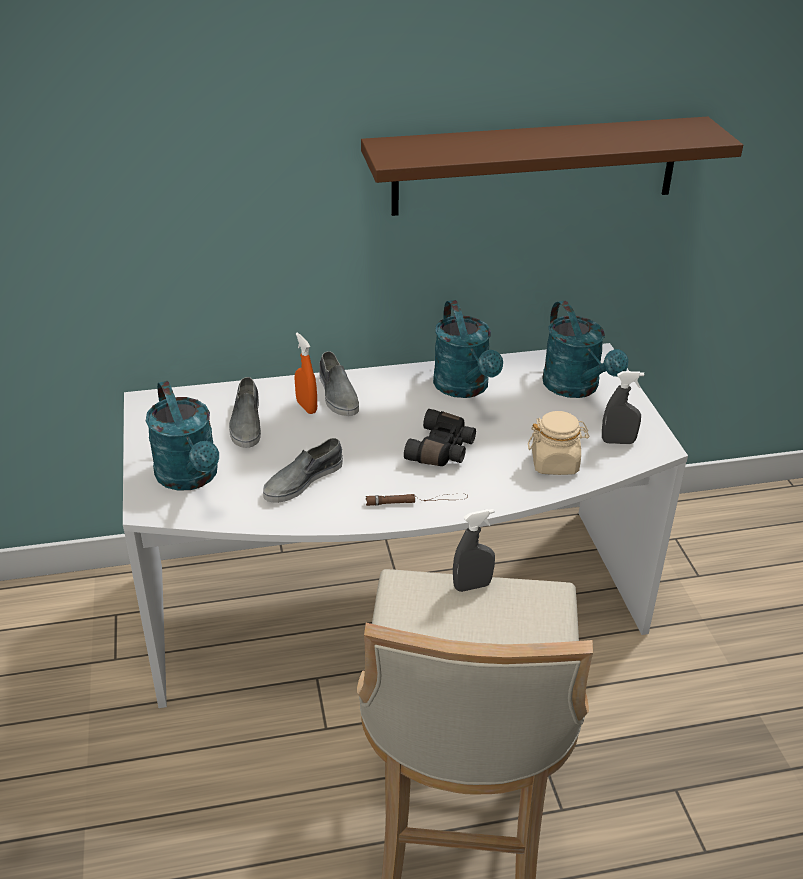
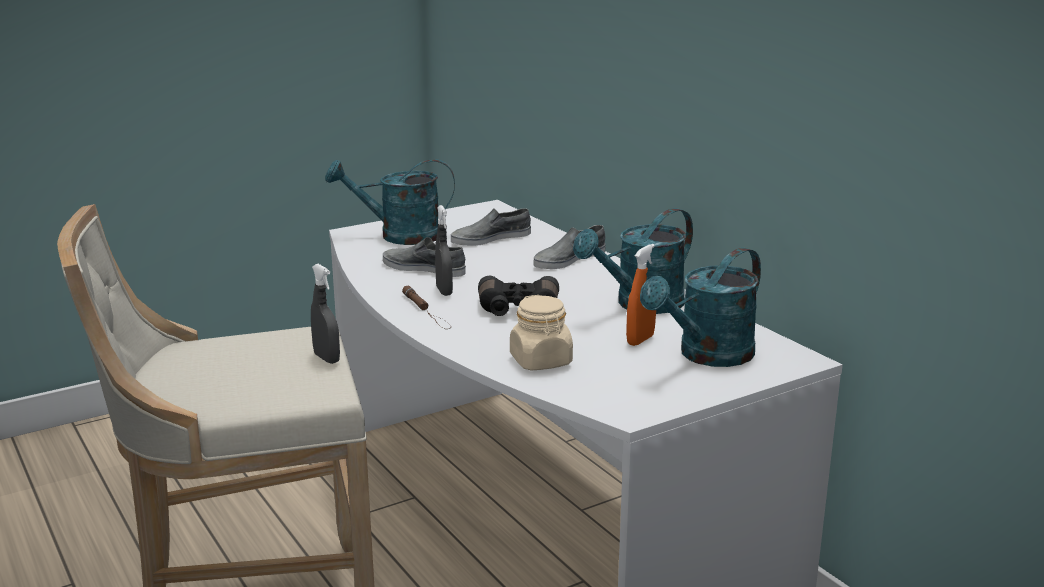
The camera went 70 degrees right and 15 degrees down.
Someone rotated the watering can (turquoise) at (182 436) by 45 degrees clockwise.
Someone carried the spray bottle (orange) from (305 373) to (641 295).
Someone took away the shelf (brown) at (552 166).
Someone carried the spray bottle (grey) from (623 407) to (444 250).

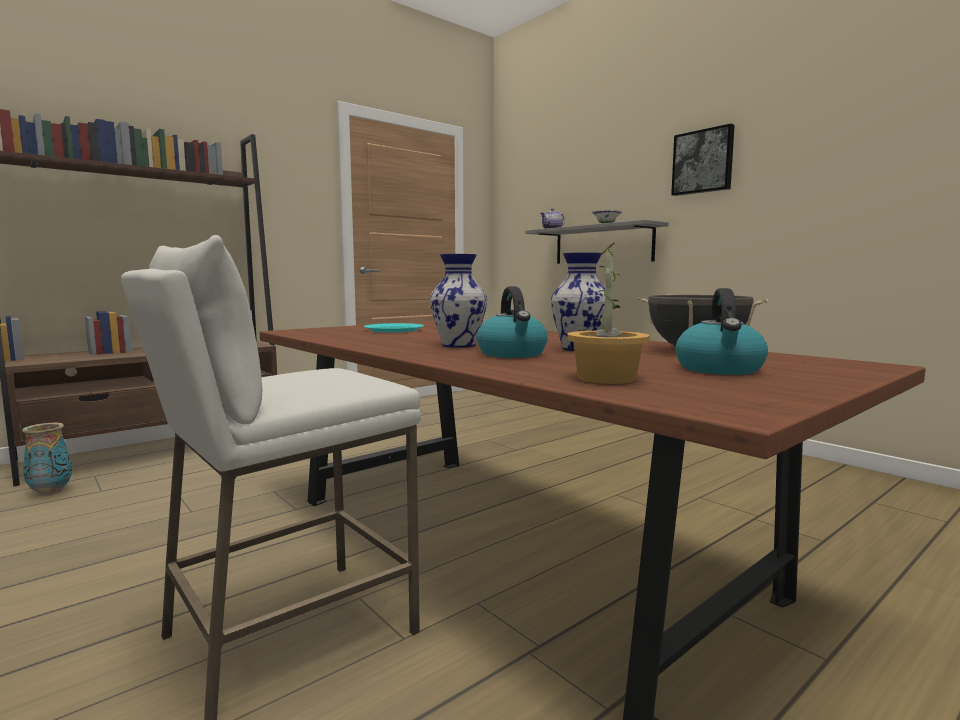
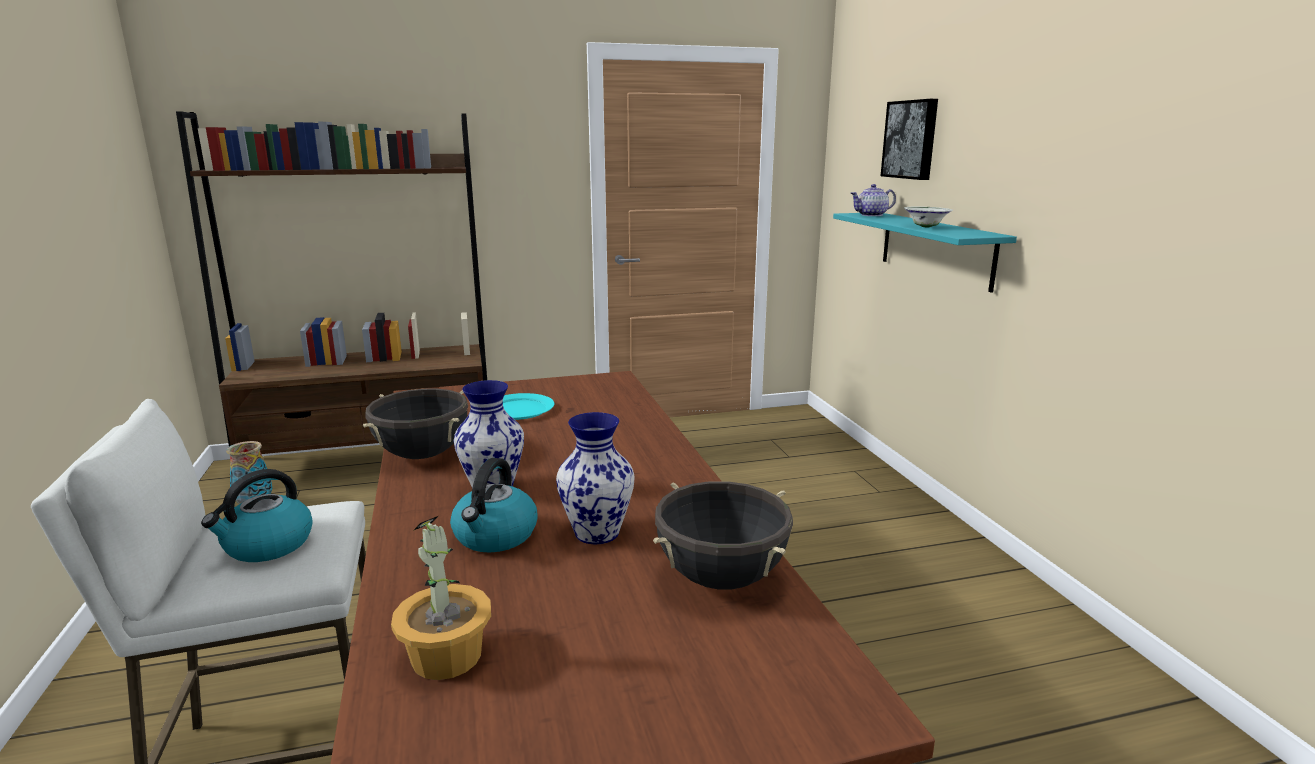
The camera went 25 degrees right and 10 degrees up.
Someone repainted the shelf (grey) at (597 242), which became the shelf (turquoise) at (925 253).
Someone carried the picture from (703 160) to (909 139).
Someone carried the kettle from (722 331) to (257 515).
Someone put down the cooking pot (black) at (415 424).

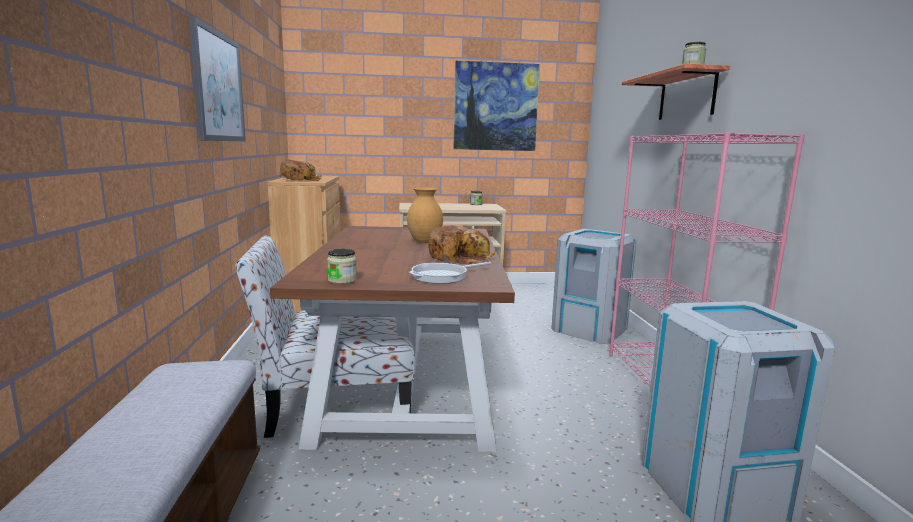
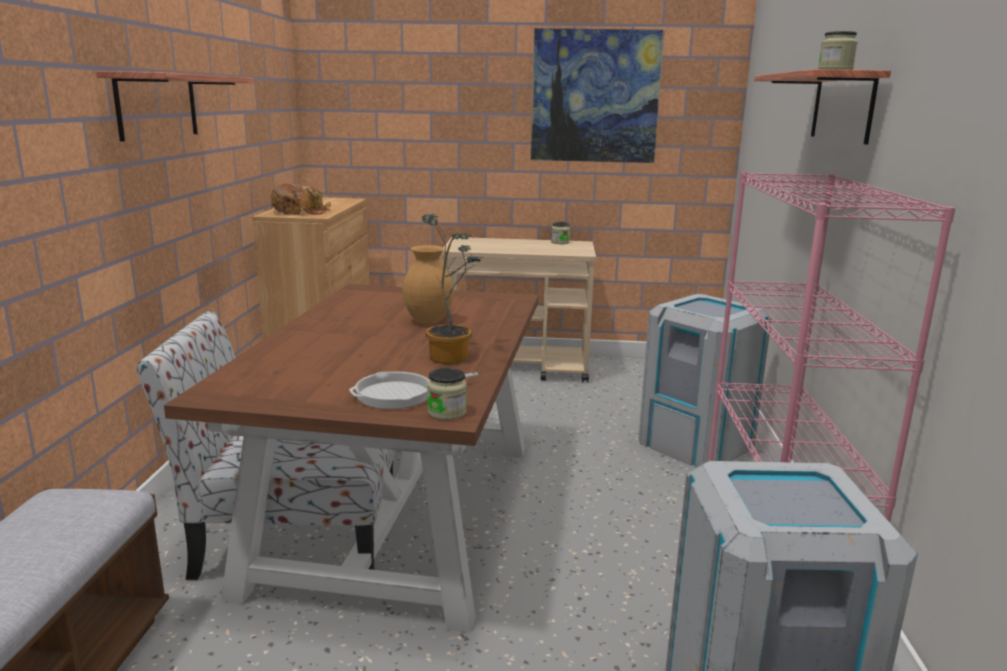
The camera went 10 degrees right and 5 degrees up.
Someone swapped the picture at (217 79) for the shelf at (175 106).
Someone carried the jar from (342 266) to (447 394).
Someone swapped the bread at (462 244) for the potted plant at (452 289).

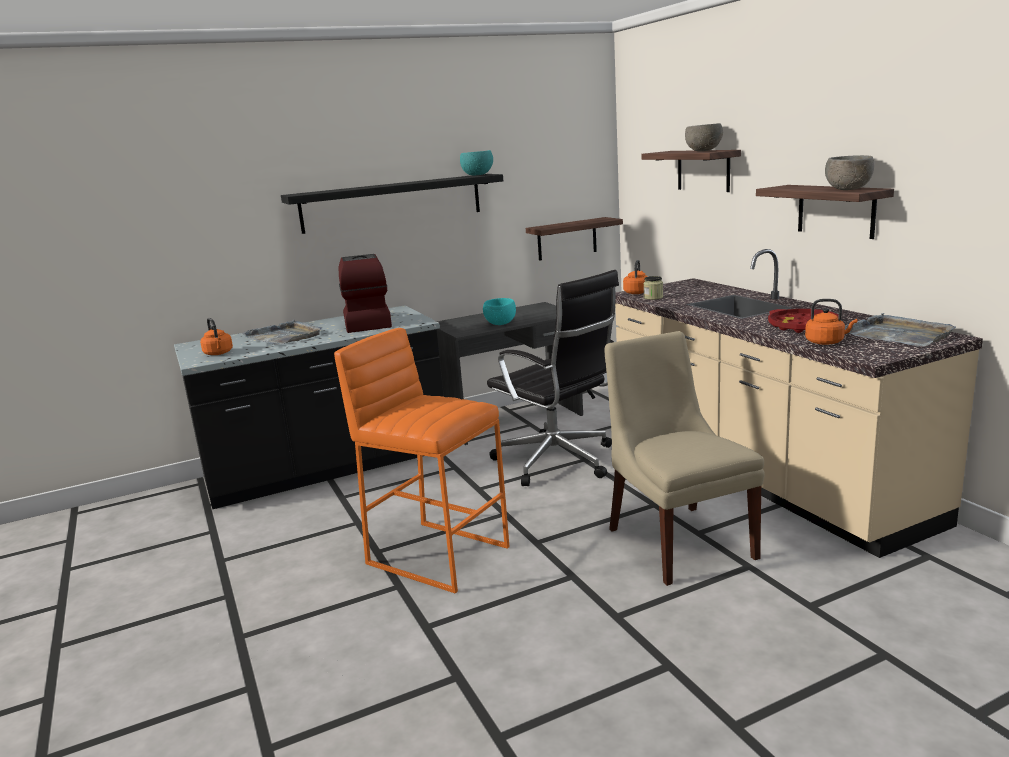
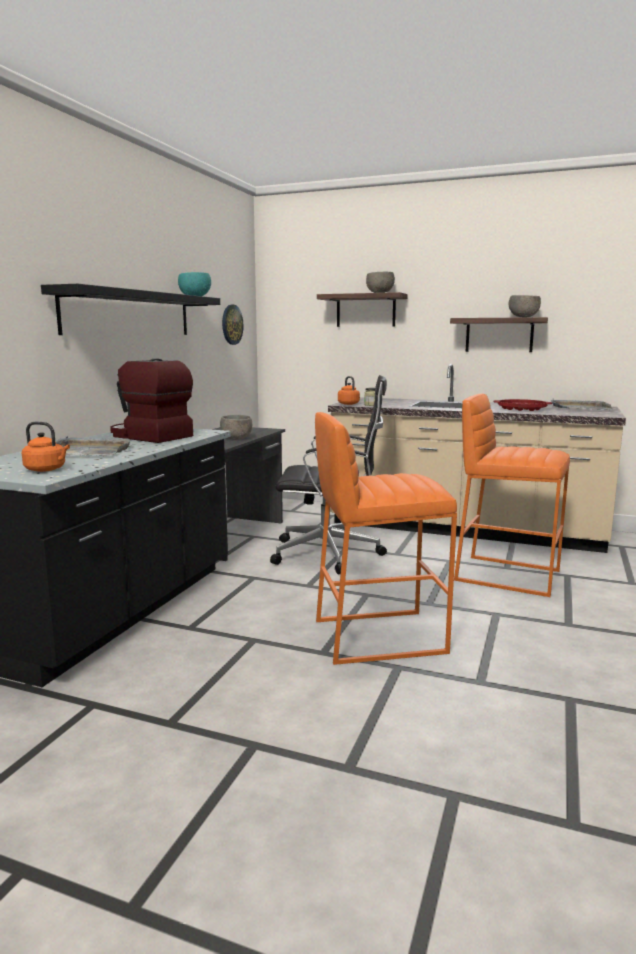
The camera went 45 degrees left and 5 degrees down.
Someone repainted the bowl (turquoise) at (499 311), which became the bowl (grey) at (236 427).
Someone took away the shelf at (574 239).
Someone swapped the chair (beige) at (685 458) for the stool (orange) at (512 495).
Someone took away the kettle (orange) at (831 322).
Someone put up the wall clock at (233 325).

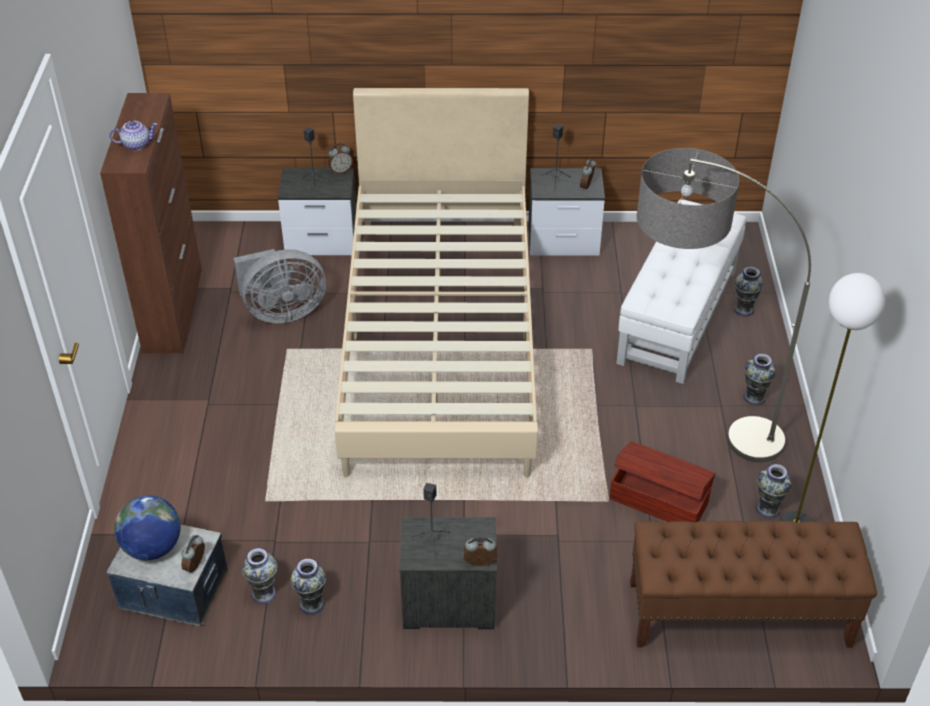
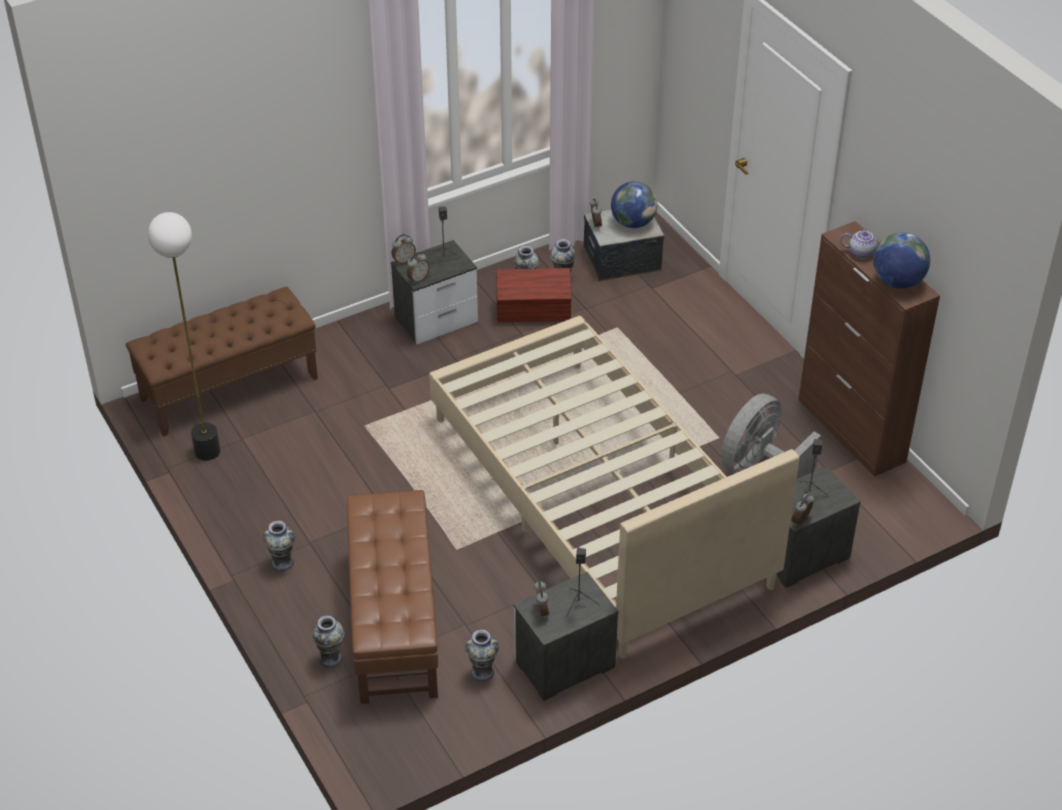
The camera went 150 degrees right and 0 degrees up.
Someone rotated the teapot at (133 136) by 120 degrees counterclockwise.
Someone carried the storage box (brown) from (662 481) to (534 295).
Someone repainted the ottoman (white) at (681 291), which became the ottoman (brown) at (392 597).
Someone took away the floor lamp at (724 305).
Someone carried the vase from (773 491) to (482 655).
Someone put down the alarm clock at (418 268).
Someone put down the globe at (901 261).

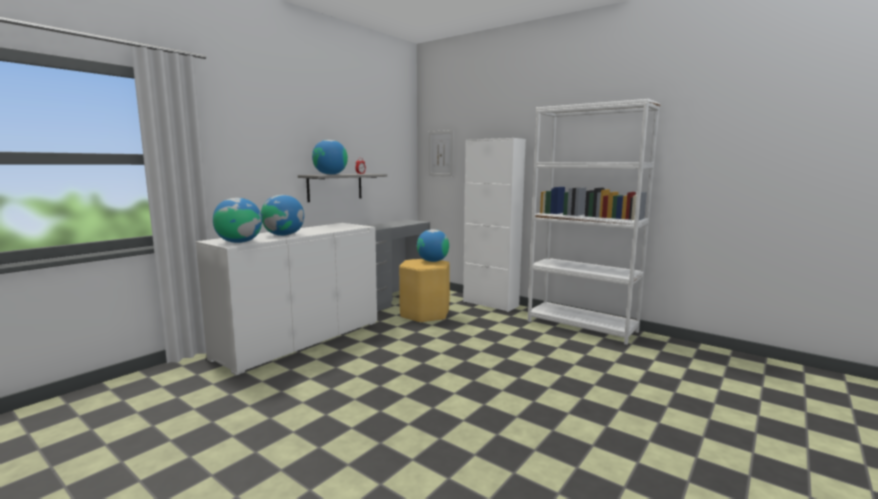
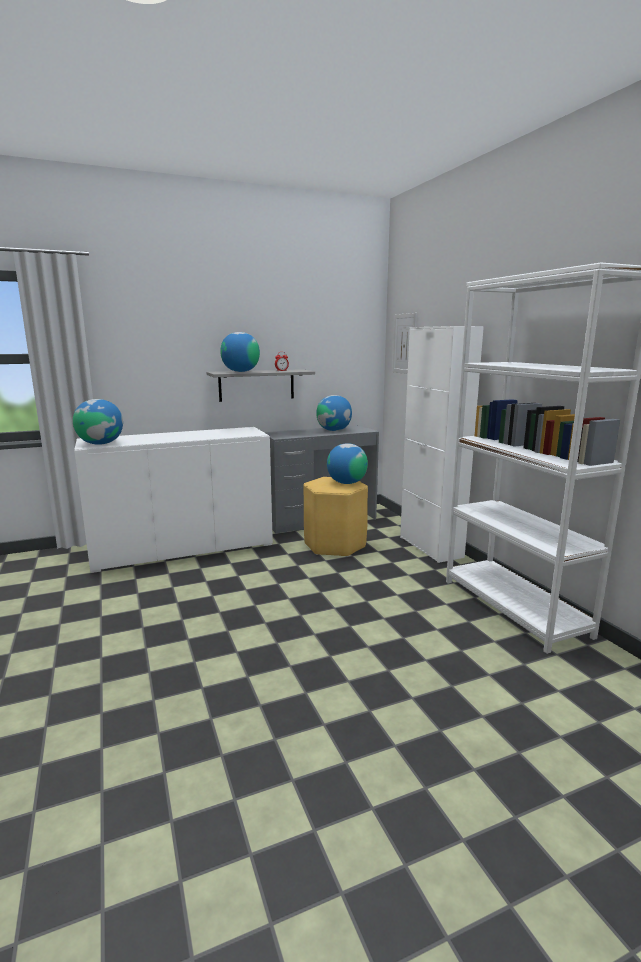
The camera went 30 degrees right and 5 degrees up.
Someone carried the globe from (282 215) to (334 413).

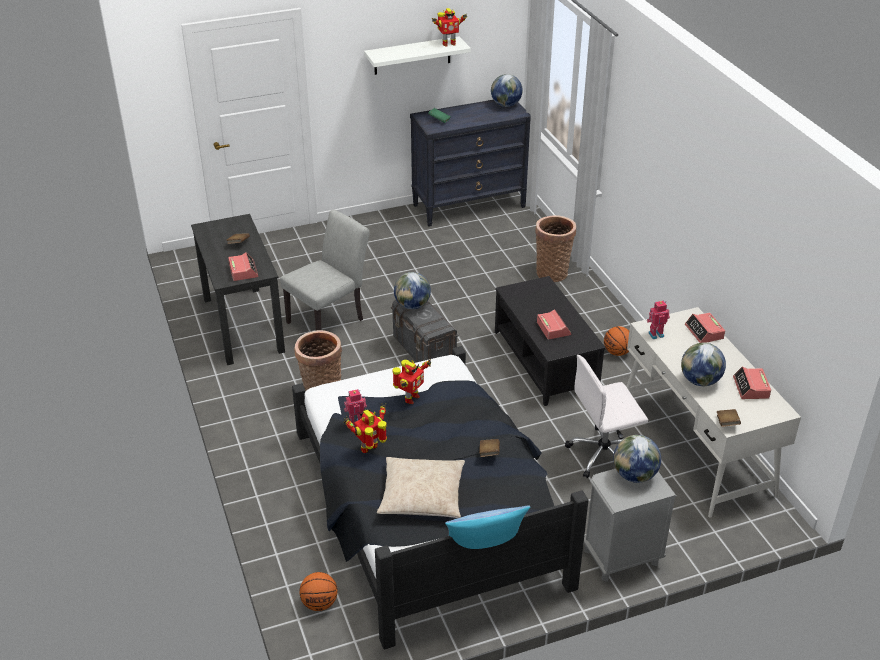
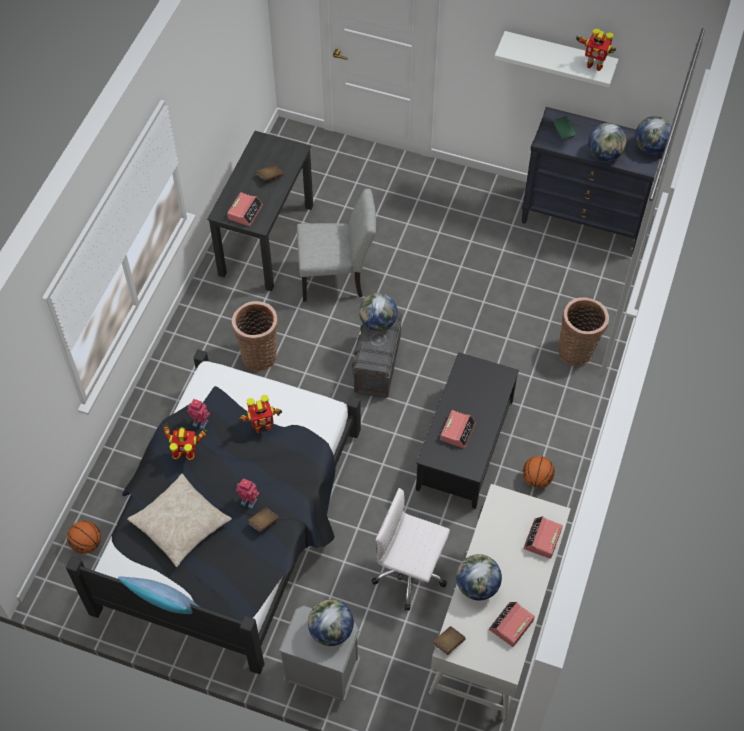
The camera went 40 degrees right and 20 degrees up.
Someone carried the toy robot from (658 320) to (247 493).
Someone put down the globe at (607 142).

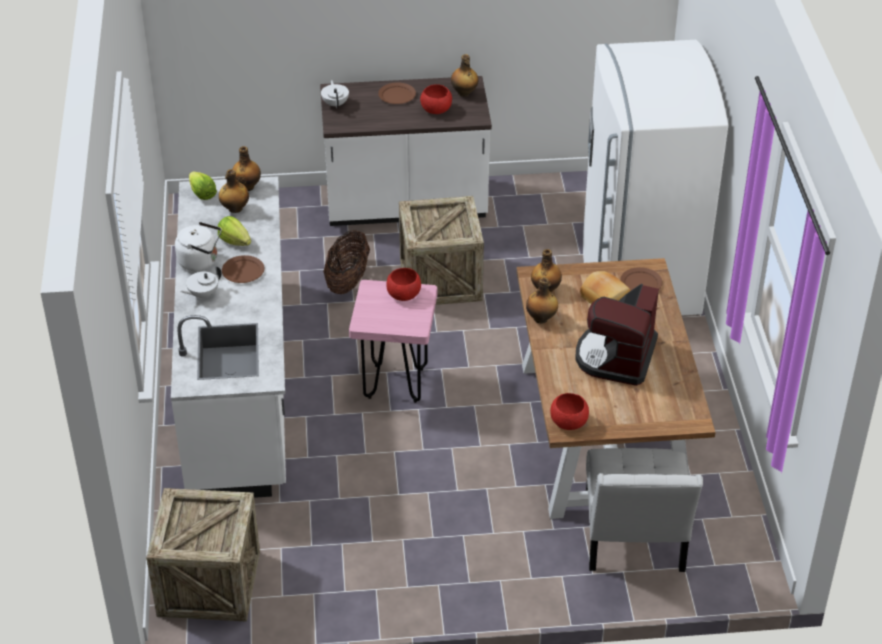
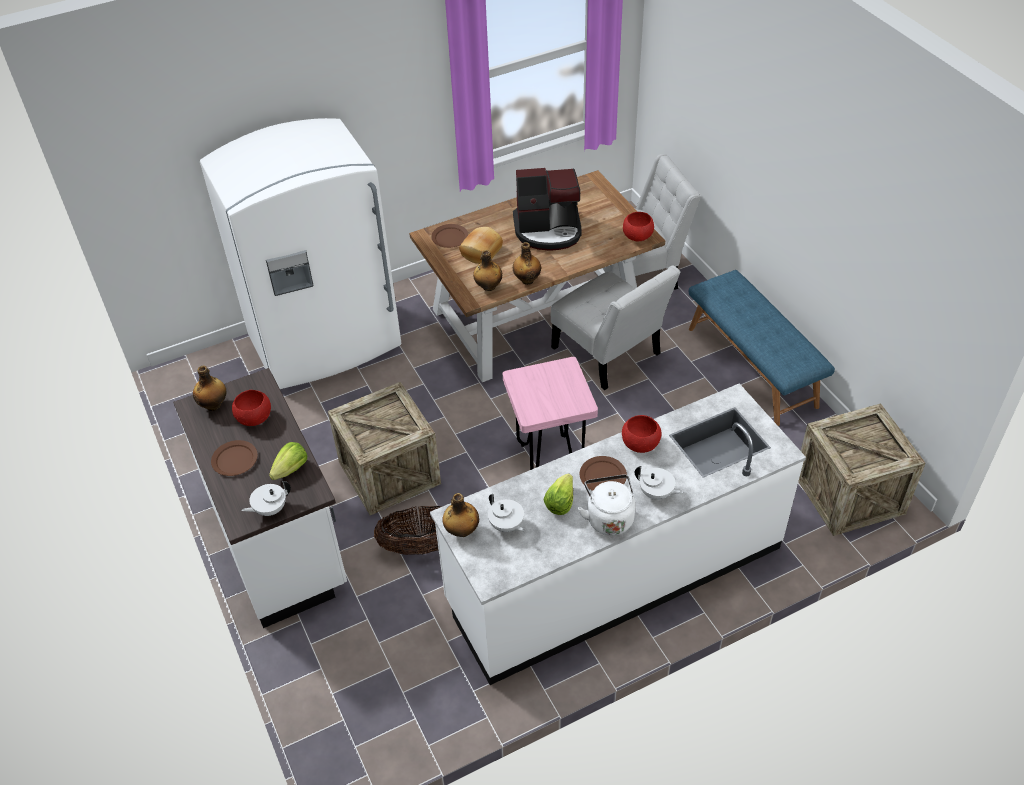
The camera went 110 degrees left and 5 degrees up.
Someone carried the lettuce from (203 185) to (288 461).
Someone swapped the bottle at (234 191) for the teapot (white) at (506 513).
Someone carried the bowl (red) from (403 284) to (641 434).
Someone put down the chair (white) at (615 327).
Someone put down the bench (blue) at (762 348).

